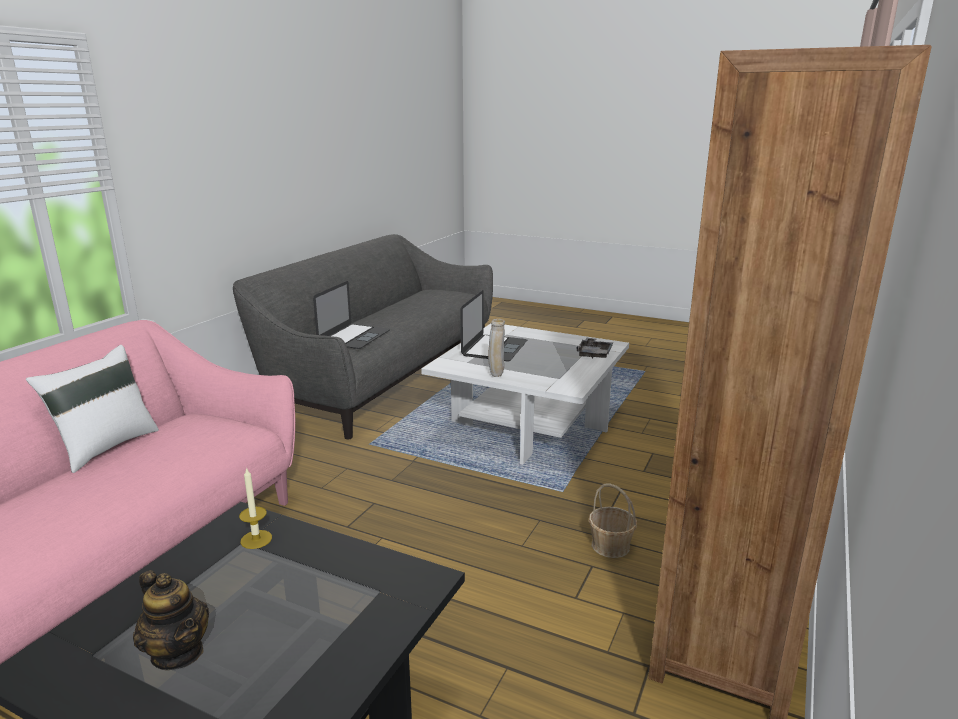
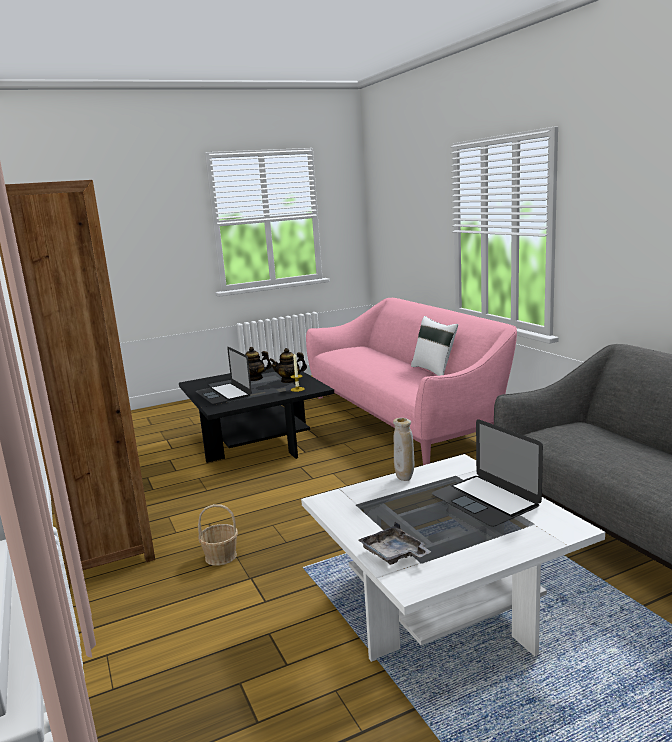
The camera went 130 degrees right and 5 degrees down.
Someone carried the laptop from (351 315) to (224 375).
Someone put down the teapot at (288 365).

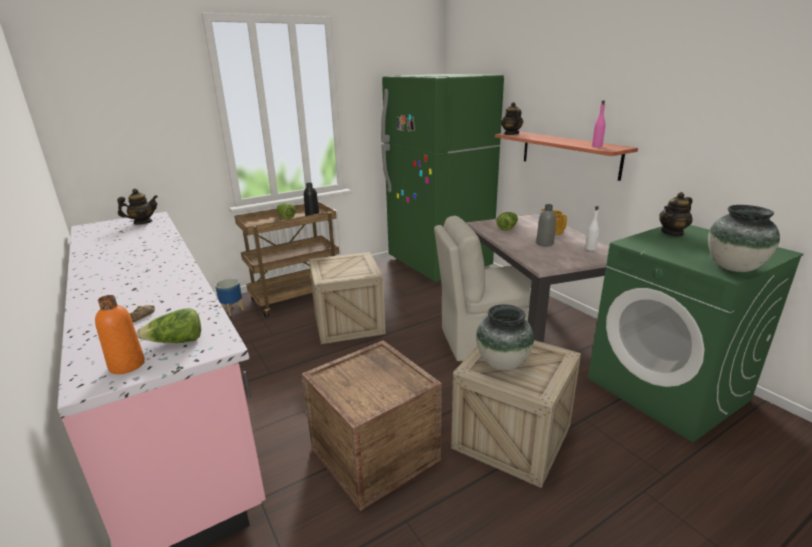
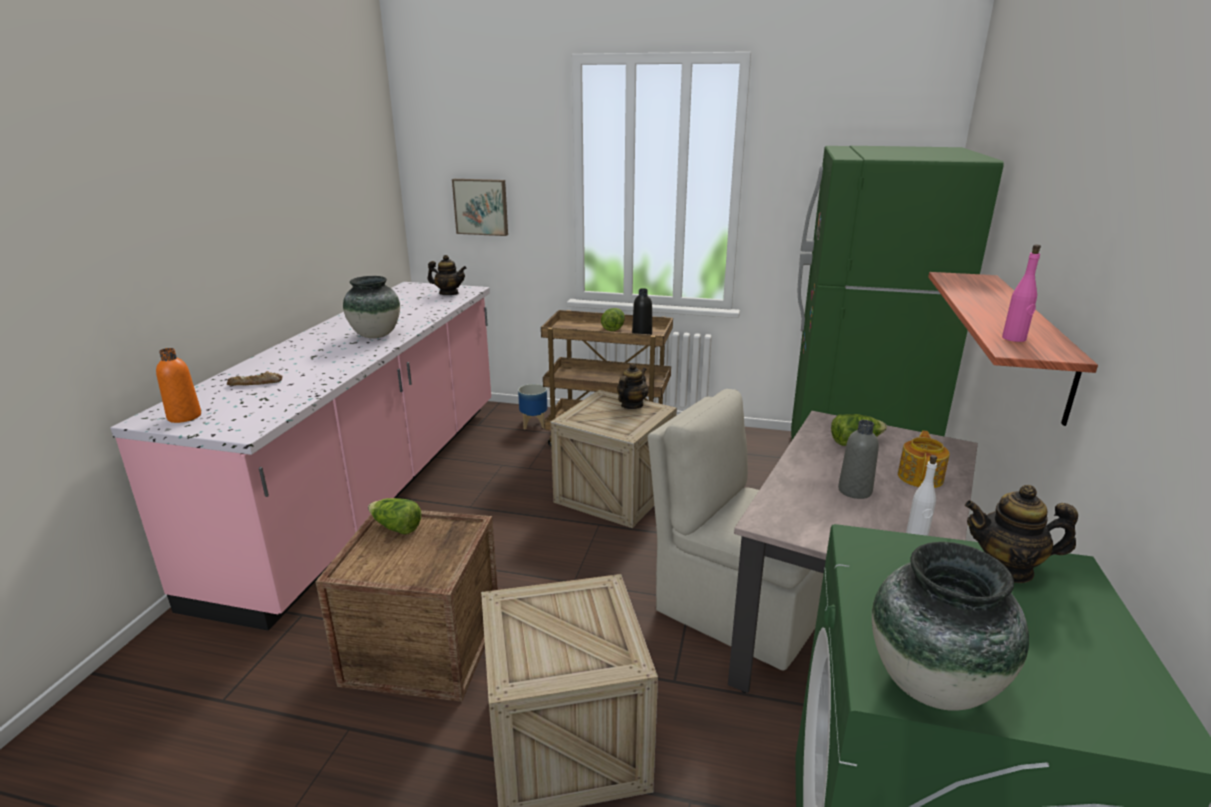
The camera went 45 degrees right and 0 degrees up.
Someone carried the lettuce from (169 325) to (395 516).
Someone carried the vase from (505 337) to (371 307).
Someone carried the teapot from (512 118) to (632 386).
Someone put up the picture at (480 207).

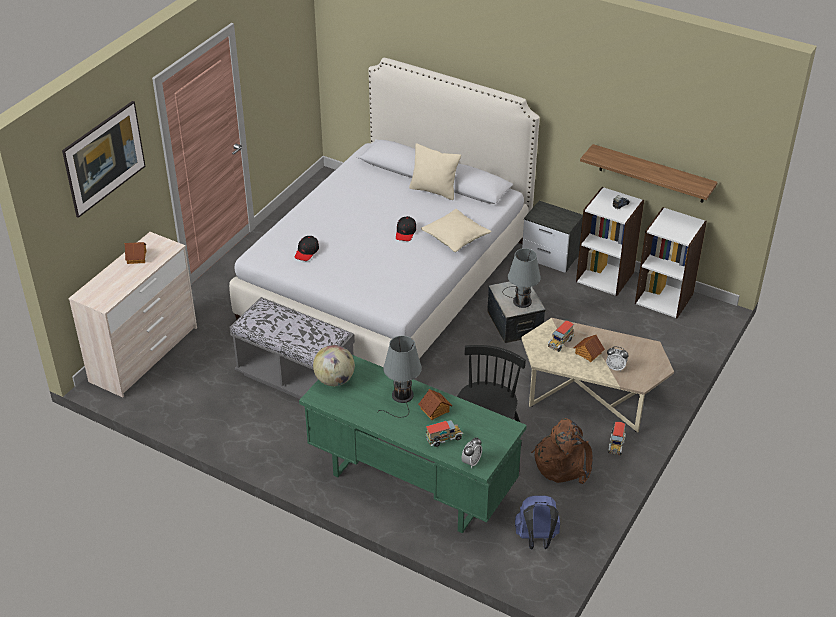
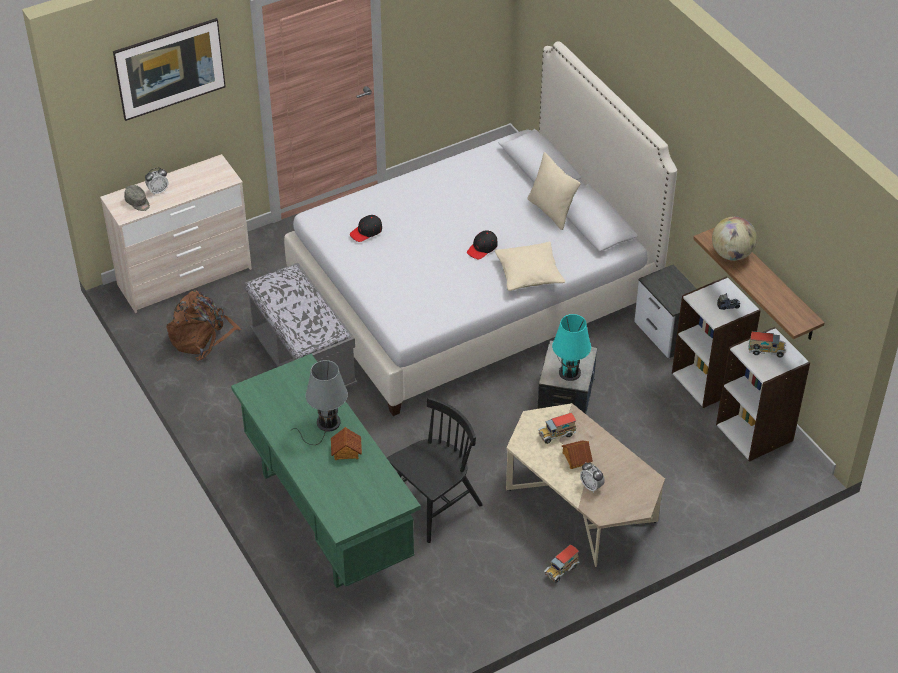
The camera went 30 degrees right and 5 degrees up.
Someone took away the toy house at (135 253).
Someone carried the globe from (334 365) to (734 238).
Someone carried the toy truck from (444 433) to (767 344).
Someone carried the alarm clock from (472 452) to (156 181).
Someone repainted the table lamp (grey) at (522 278), which became the table lamp (turquoise) at (571 347).
Someone took away the backpack (blue) at (537 522).
Someone carried the backpack (brown) from (562 451) to (203 325).
Someone put down the cap (grey) at (137 198).

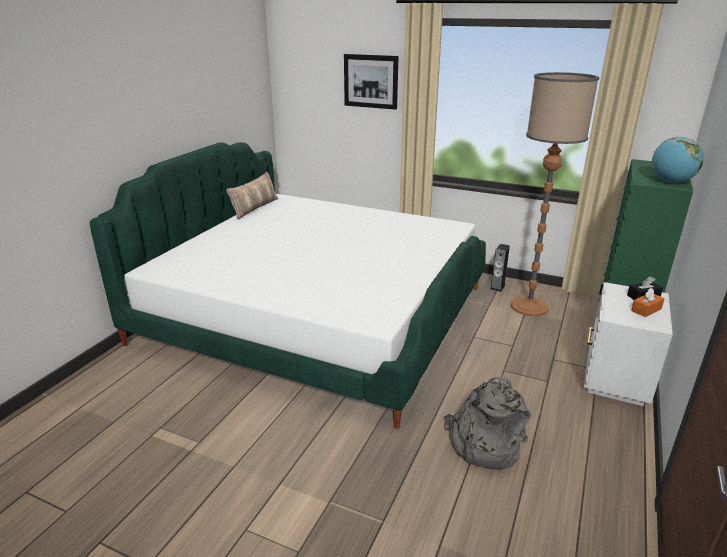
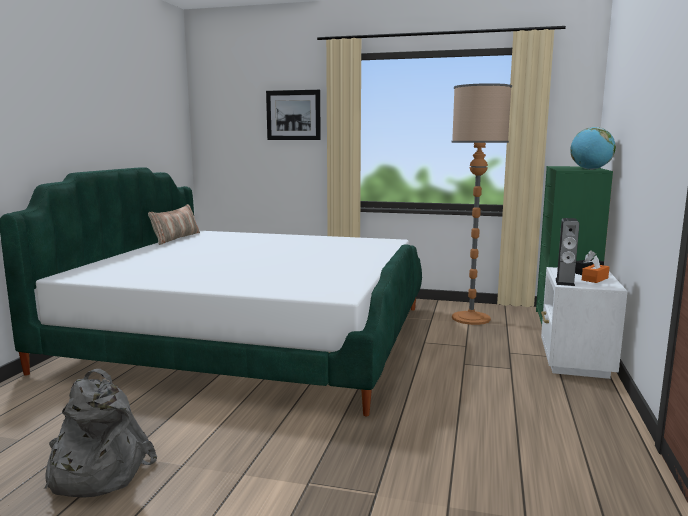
The camera went 10 degrees left and 15 degrees down.
Someone carried the backpack (grey) from (487 423) to (100 433).
Someone carried the speaker from (500 268) to (567 252).

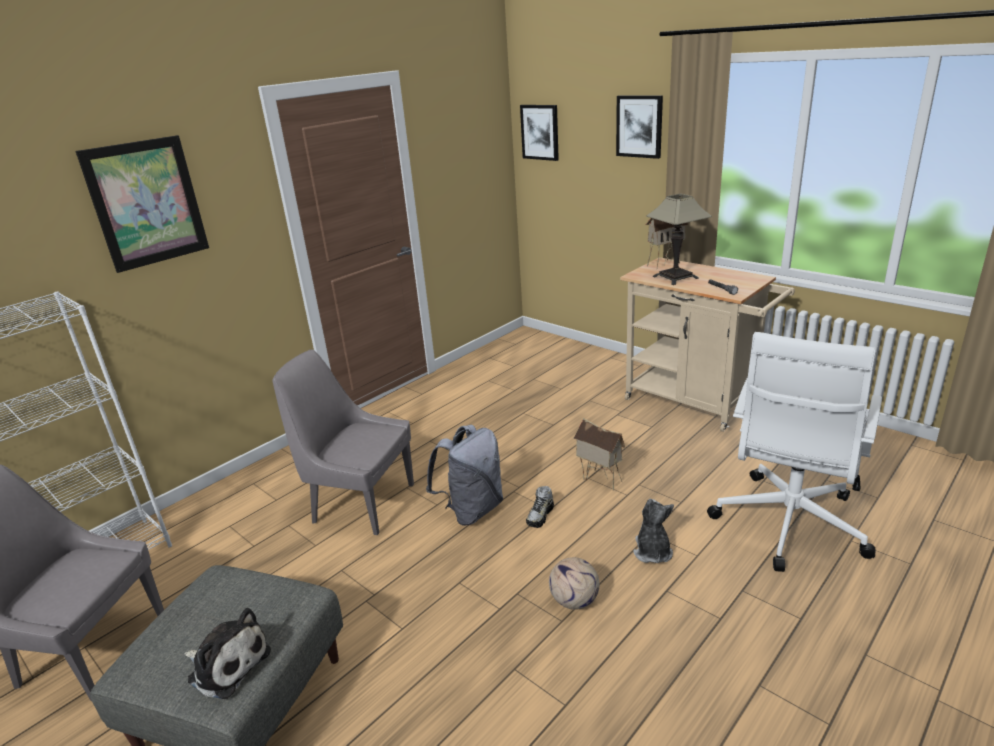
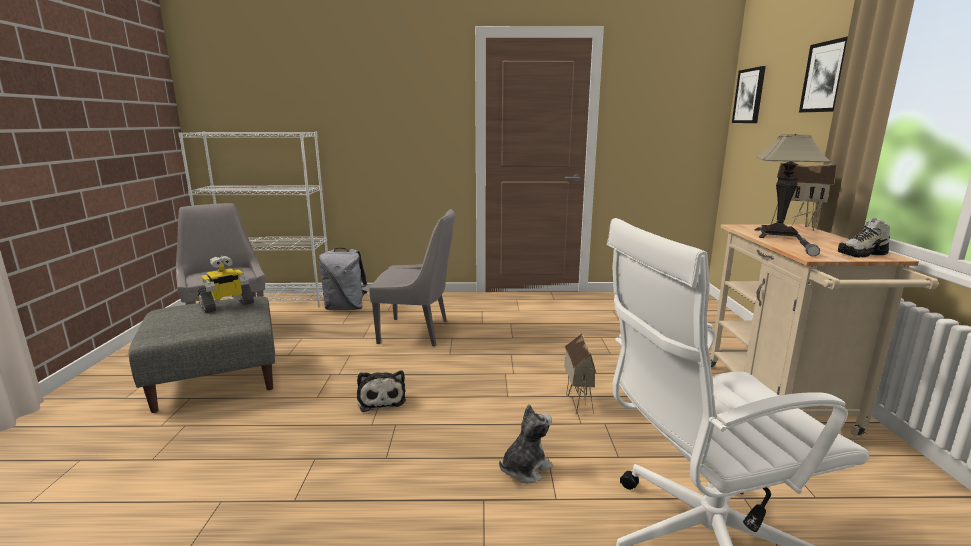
The camera went 45 degrees right and 10 degrees down.
Someone took away the picture at (142 204).
Someone carried the plush toy from (227 653) to (381 391).
Someone rotated the chair (grey) at (343 442) by 120 degrees clockwise.
Someone carried the backpack (grey) from (464 475) to (343 279).
Someone carried the shoe from (540 507) to (864 237).
Someone took away the football at (574 583).
Someone put down the toy robot at (226 284).

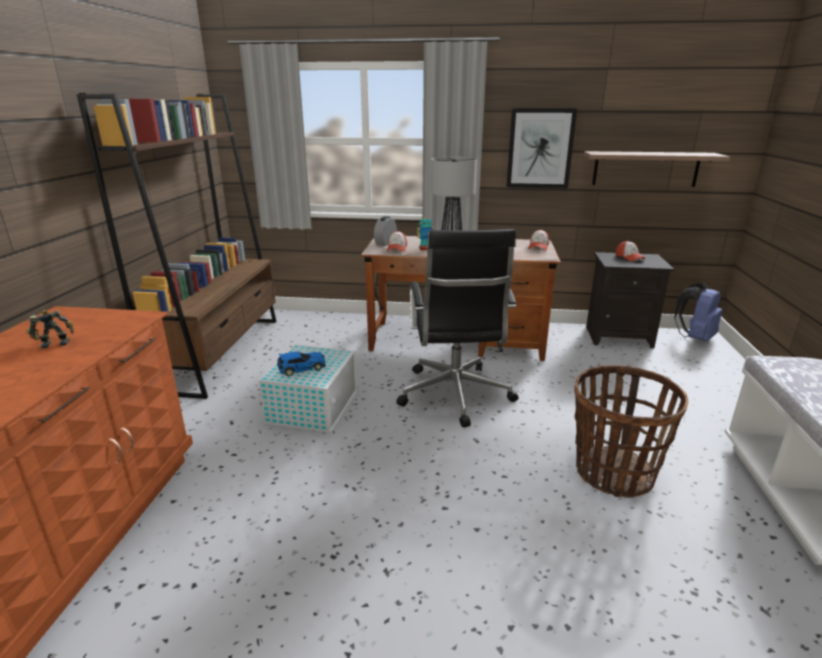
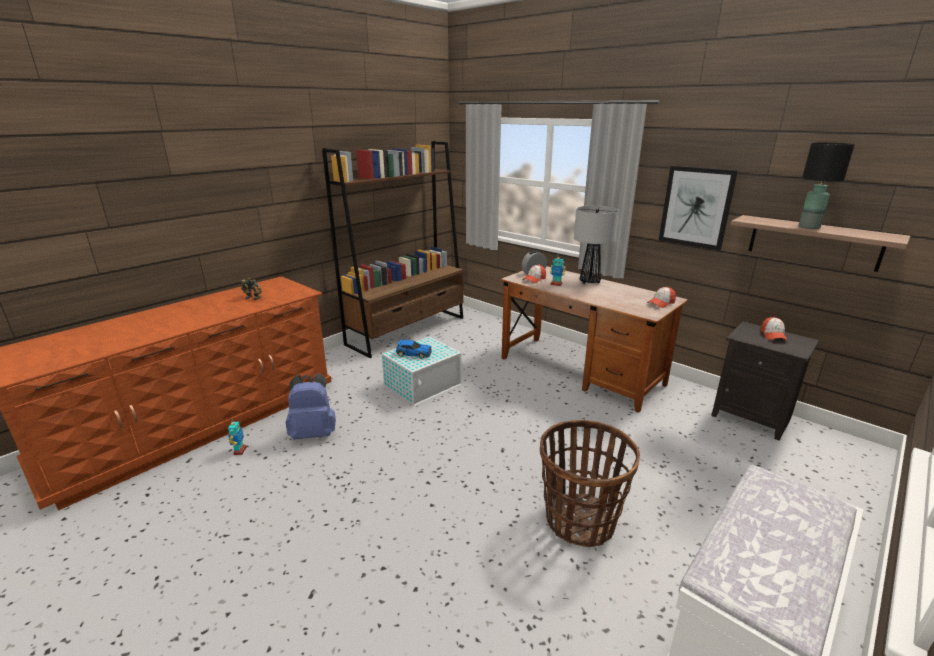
The camera went 35 degrees right and 0 degrees up.
Someone took away the office chair (black) at (457 328).
Someone carried the backpack (blue) from (698 312) to (311 406).
Someone put down the toy robot at (237 437).
Someone put down the table lamp (black) at (827 185).

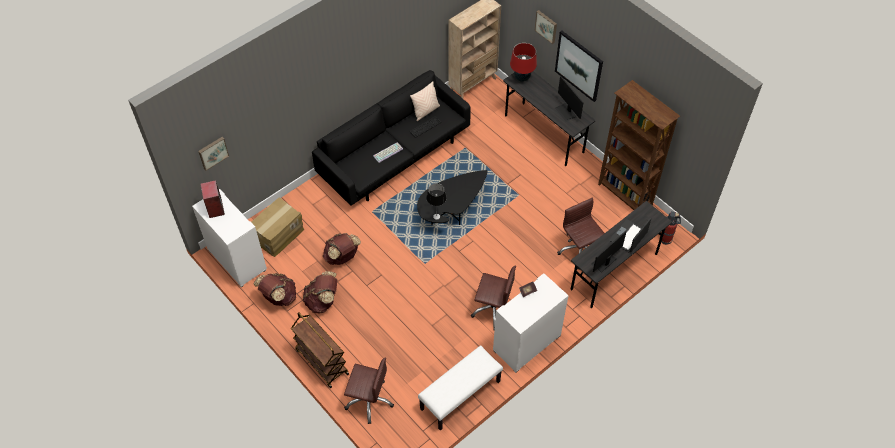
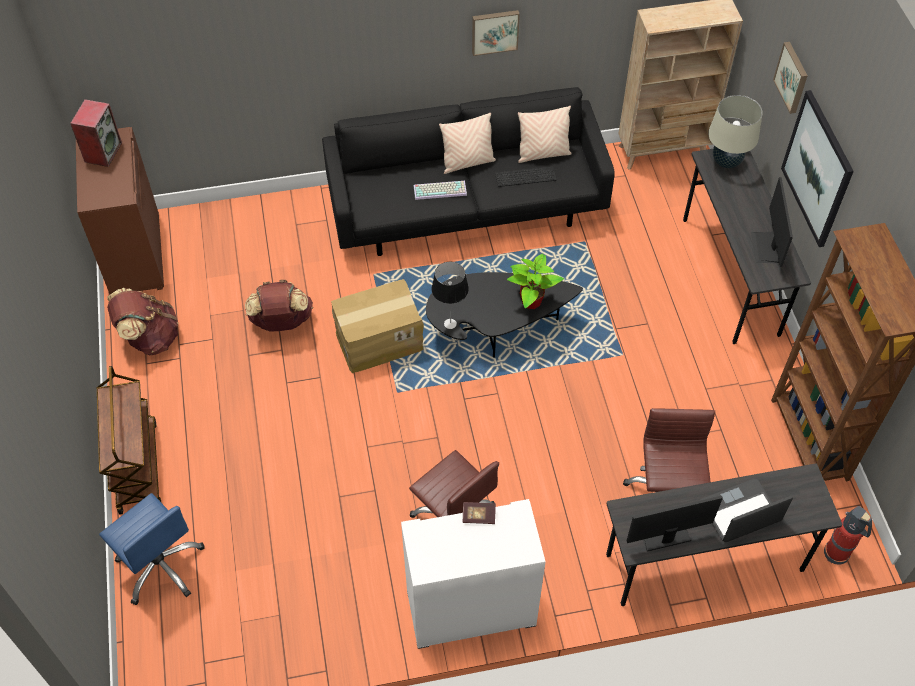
The camera went 30 degrees right and 0 degrees up.
Someone repainted the cabinet (white) at (229 238), which became the cabinet (brown) at (120 210).
Someone carried the picture from (213 154) to (496 33).
Someone carried the cardboard box from (277 227) to (377 326).
Someone took away the backpack (brown) at (320 292).
Someone repainted the office chair (brown) at (369 391), which became the office chair (blue) at (152 549).
Someone took away the bench (white) at (460 388).
Someone repainted the table lamp (red) at (523 62), which became the table lamp (beige) at (735 131).
Someone put down the pillow (beige) at (467 143).
Someone put down the potted plant at (535 281).

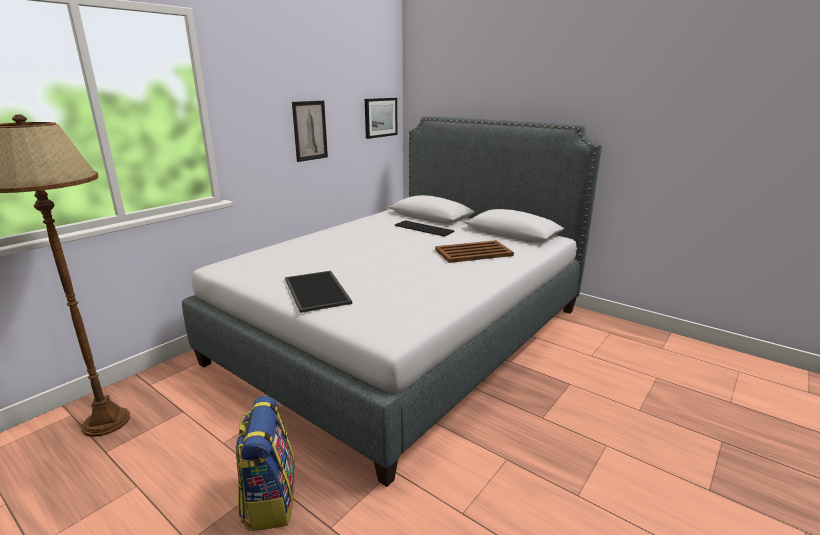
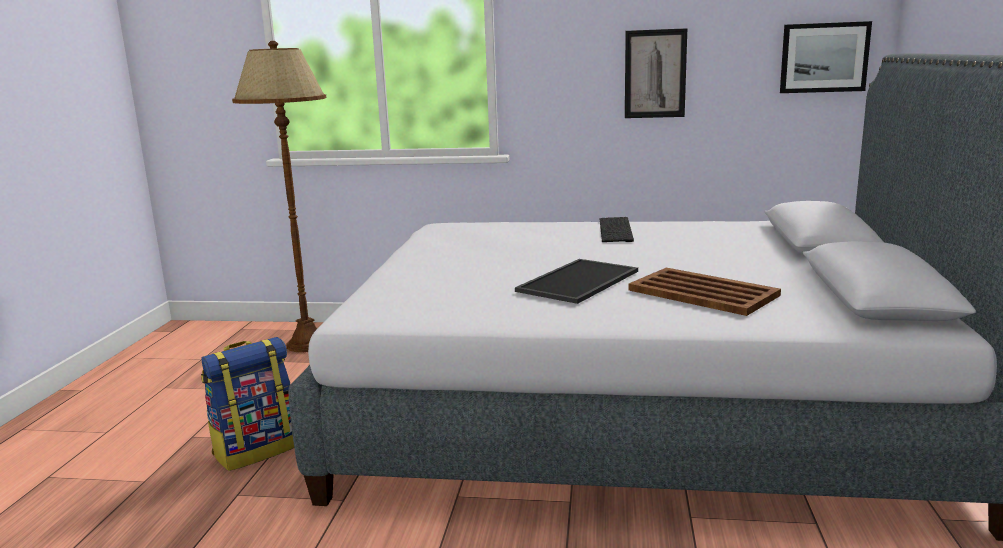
The camera went 60 degrees right and 5 degrees down.
Someone carried the tray from (318 292) to (576 281).
Someone carried the keyboard from (424 228) to (617 229).

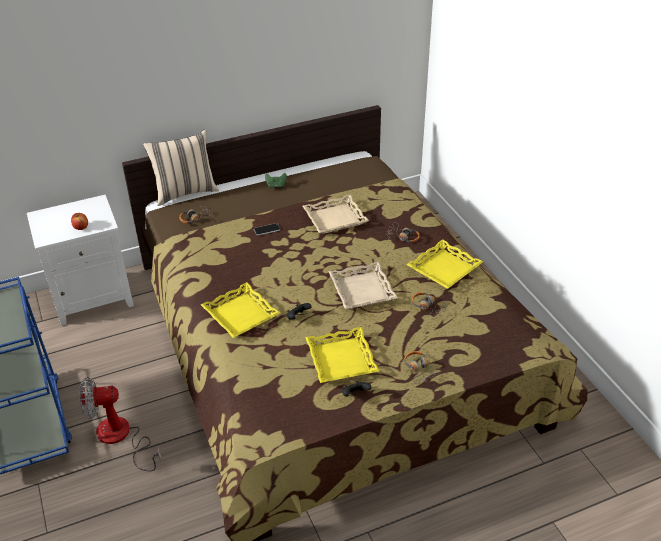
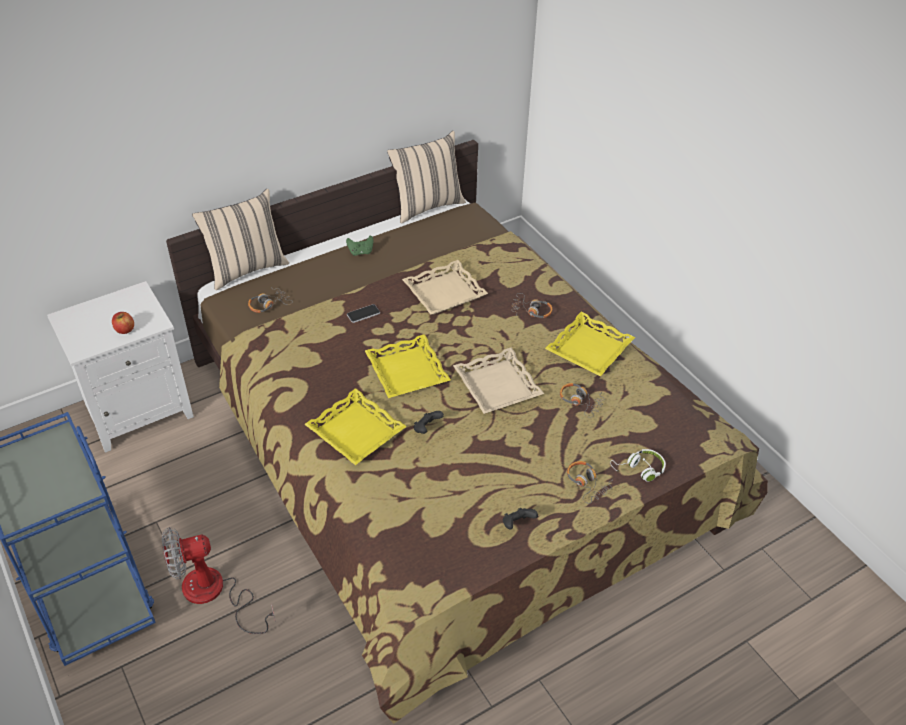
The camera went 10 degrees left and 5 degrees up.
Someone carried the tray (yellow) from (342 355) to (408 366).
Someone put down the pillow (beige) at (426 177).
Someone put down the headphones (white) at (638 465).

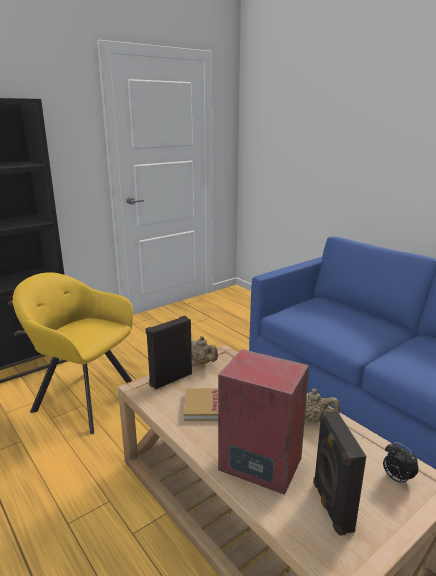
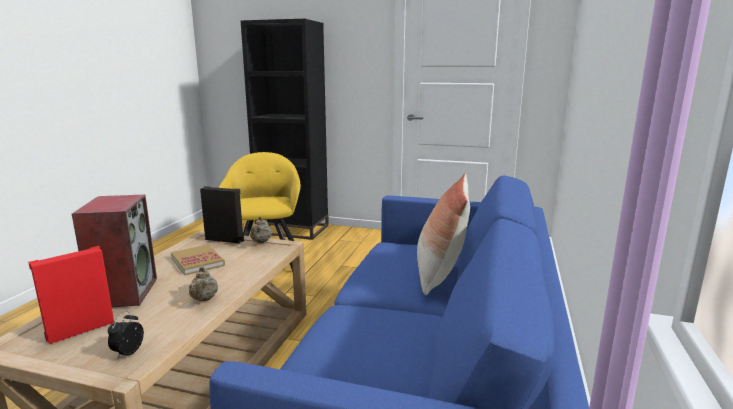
The camera went 55 degrees right and 5 degrees down.
Someone repainted the speaker (black) at (339 473), which became the speaker (red) at (71 295).
Someone put down the pillow at (443 234).

